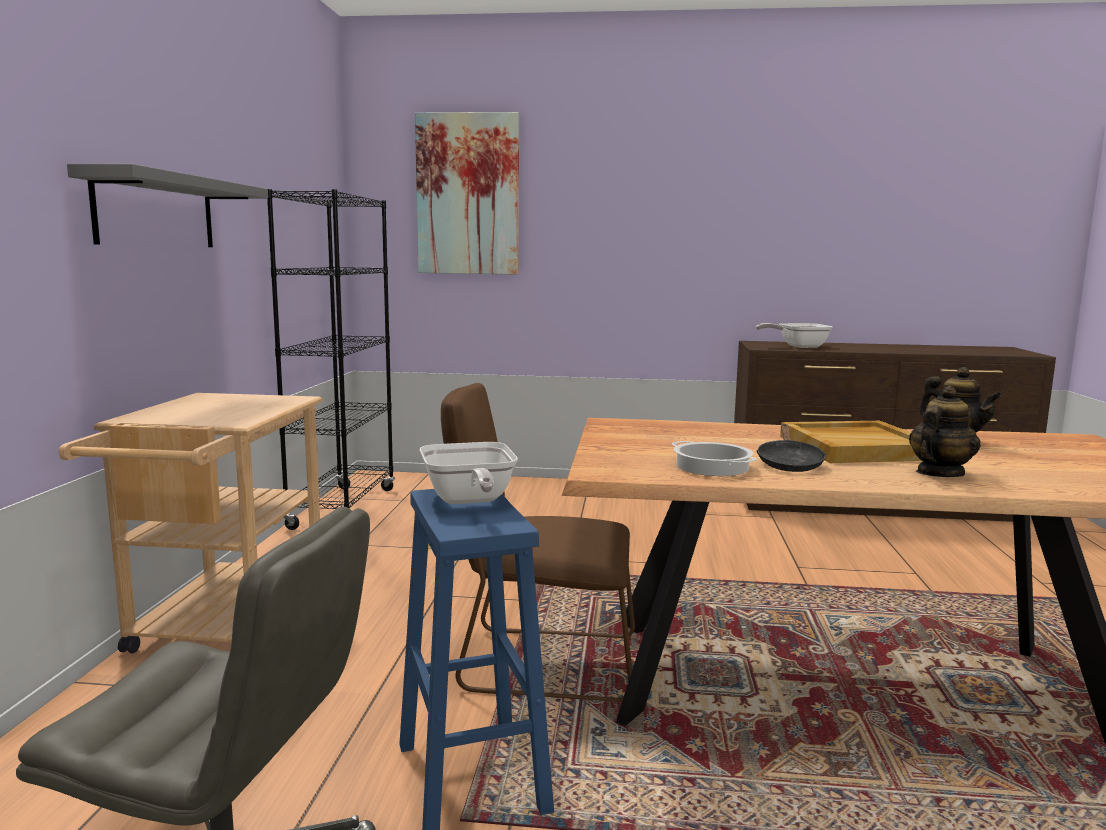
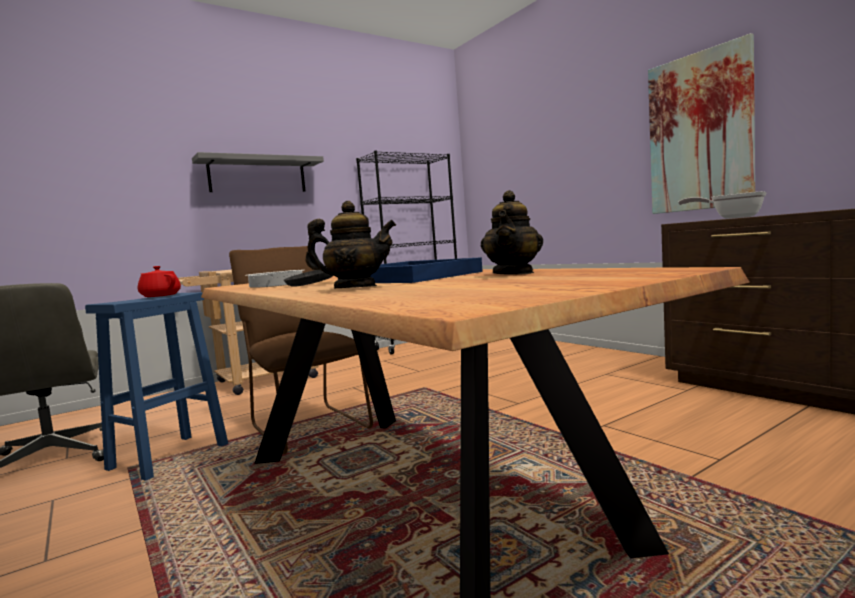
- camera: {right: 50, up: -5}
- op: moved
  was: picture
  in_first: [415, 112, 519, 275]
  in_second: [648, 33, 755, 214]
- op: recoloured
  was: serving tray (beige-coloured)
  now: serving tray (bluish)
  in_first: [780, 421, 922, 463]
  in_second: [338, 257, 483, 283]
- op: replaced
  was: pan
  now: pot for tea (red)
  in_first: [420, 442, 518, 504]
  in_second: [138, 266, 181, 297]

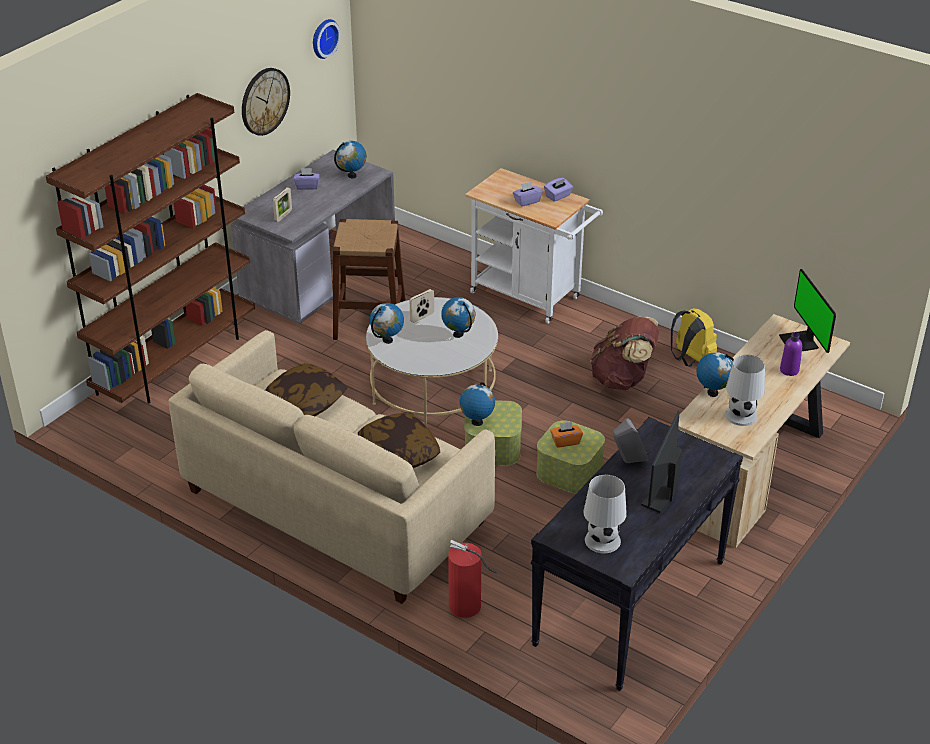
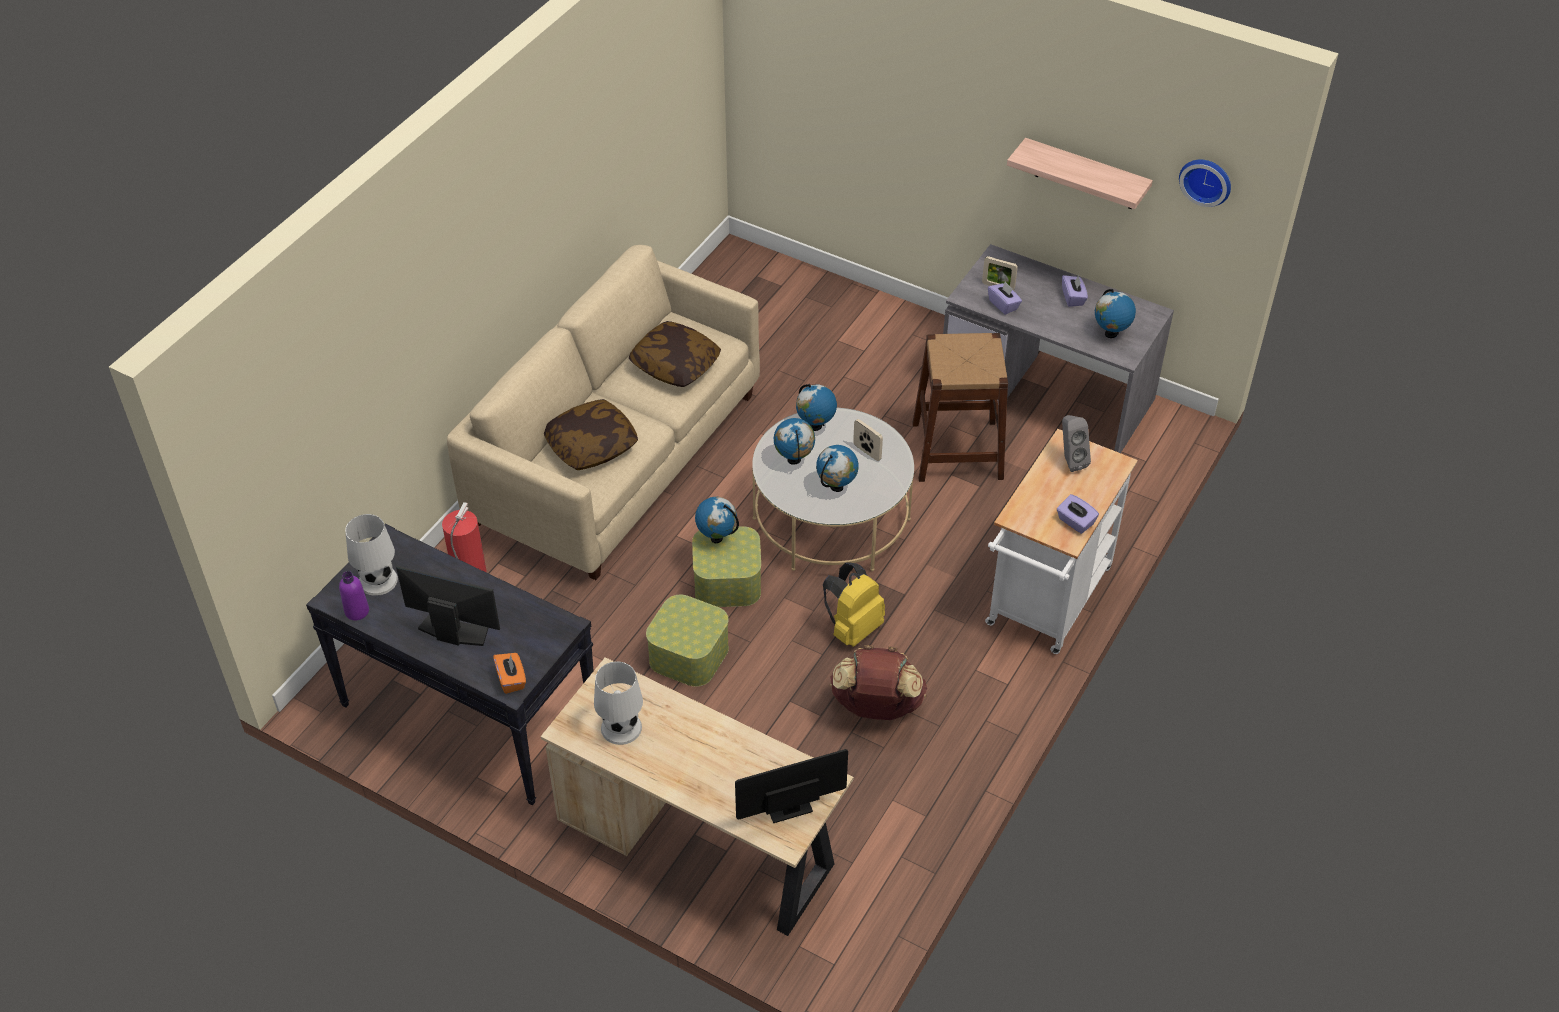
- camera: {right: 85, up: 10}
- op: replaced
  was: clock on the wall
  now: shelf
  in_first: [242, 68, 290, 136]
  in_second: [1007, 138, 1153, 209]
- op: removed
  was: shelving unit (brown-coloured)
  in_first: [46, 93, 255, 404]
- op: moved
  was: box of tissues (purplish)
  in_first: [513, 181, 543, 207]
  in_second: [988, 281, 1022, 315]
- op: moved
  was: rucksack (yellow)
  in_first: [671, 308, 717, 366]
  in_second: [823, 562, 885, 647]
- op: moved
  was: beverage bottle (purplish)
  in_first: [780, 332, 802, 376]
  in_second: [339, 571, 369, 621]
- op: moved
  was: world globe
  in_first: [697, 352, 734, 397]
  in_second: [774, 418, 815, 465]
- op: moved
  was: audio speaker (grey)
  in_first: [613, 418, 648, 463]
  in_second: [1062, 415, 1091, 472]
- op: moved
  was: box of tissues (orangey)
  in_first: [550, 422, 583, 448]
  in_second: [493, 653, 526, 694]

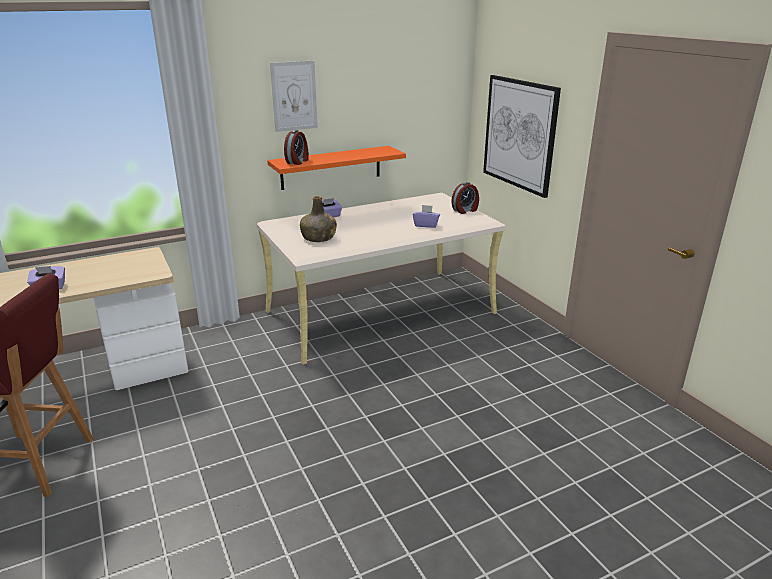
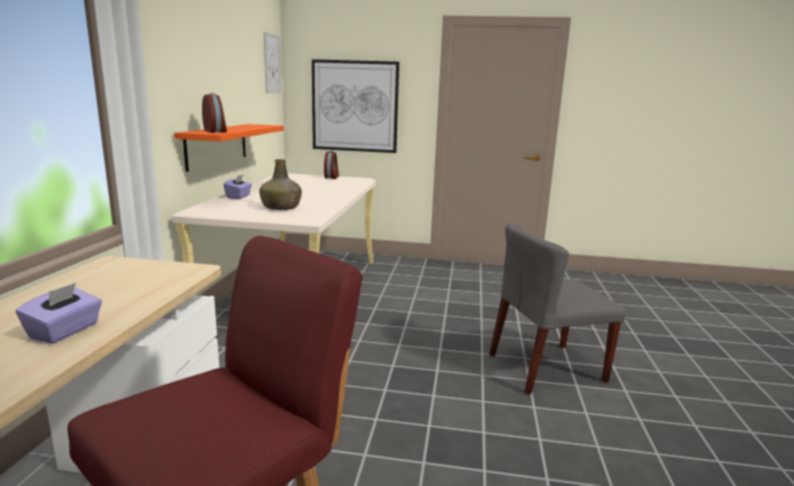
- camera: {right: -55, up: -10}
- op: moved
  was: picture
  in_first: [270, 61, 318, 132]
  in_second: [264, 32, 281, 94]
- op: removed
  was: box of tissues (purplish)
  in_first: [413, 205, 440, 228]
- op: added
  now: upright chair (grey)
  in_second: [489, 224, 626, 395]

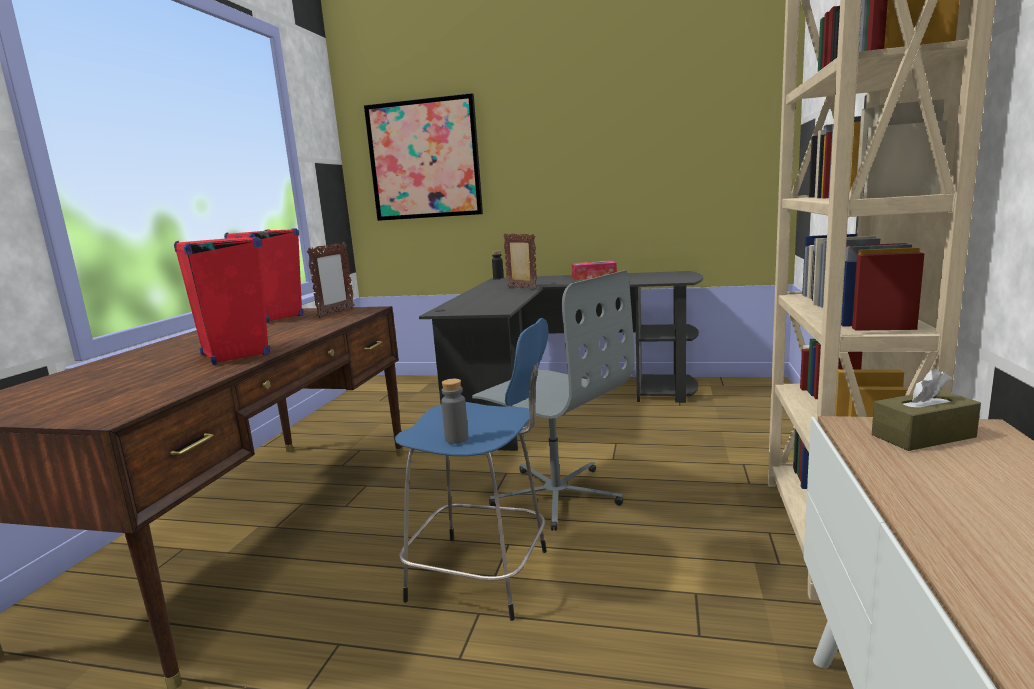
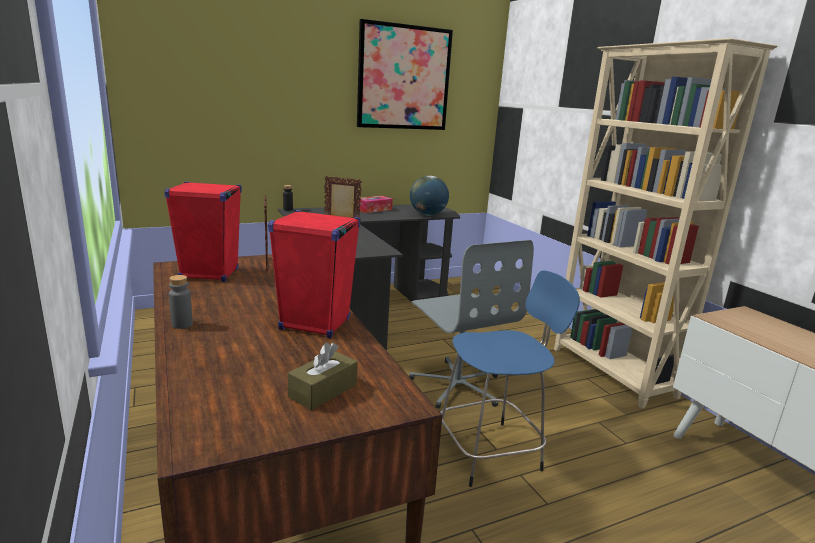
- camera: {right: -40, up: 5}
- op: moved
  was: picture
  in_first: [364, 93, 483, 221]
  in_second: [357, 19, 453, 130]
- op: turned
  was: desk chair (grey)
  in_first: [472, 270, 635, 531]
  in_second: [409, 240, 534, 409]
  clockwise: 60
- op: moved
  was: box of tissues (brown-coloured)
  in_first: [872, 368, 981, 451]
  in_second: [288, 343, 358, 411]
- op: moved
  was: beverage bottle (grey)
  in_first: [441, 379, 469, 444]
  in_second: [169, 275, 193, 329]
- op: added
  now: world globe
  in_second: [410, 176, 449, 215]

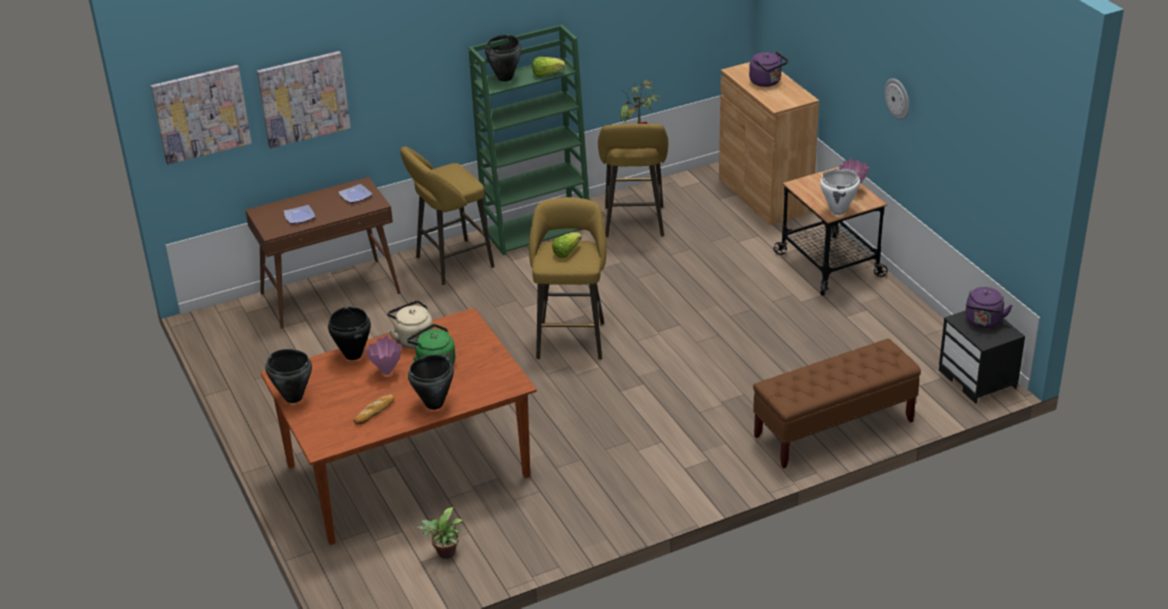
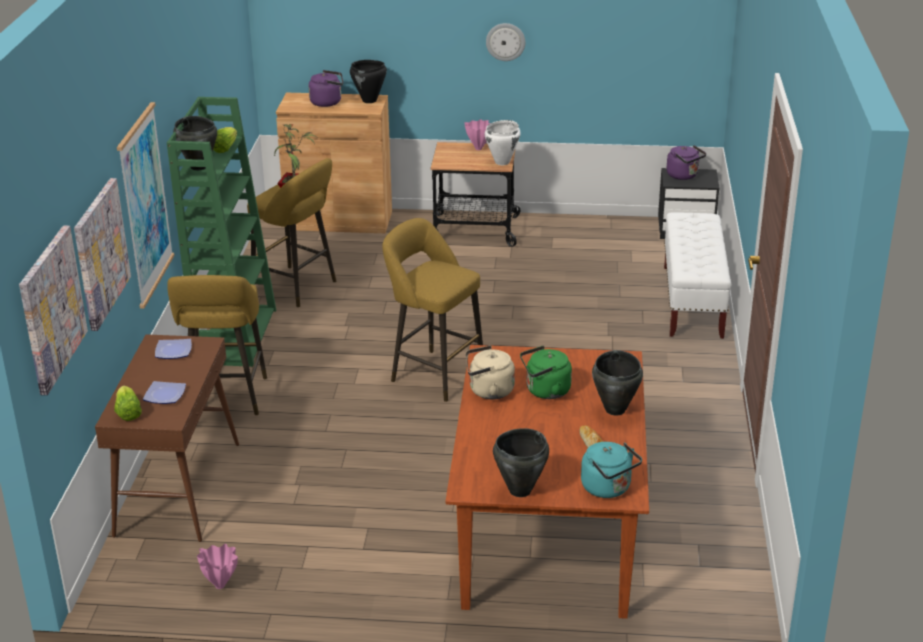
- camera: {right: -60, up: -5}
- op: moved
  was: head of lettuce
  in_first: [552, 232, 582, 258]
  in_second: [114, 385, 142, 421]
- op: moved
  was: saucepot (black-coloured)
  in_first: [328, 307, 371, 360]
  in_second: [350, 60, 387, 103]
- op: moved
  was: vase (pink-coloured)
  in_first: [365, 336, 402, 375]
  in_second: [197, 544, 238, 589]
- op: recoloured
  was: long seat (brown-coloured)
  now: long seat (whitish)
  in_first: [753, 339, 921, 469]
  in_second: [664, 212, 732, 339]
- op: removed
  was: houseplant
  in_first: [417, 507, 463, 559]
- op: added
  now: picture
  in_second: [117, 102, 175, 309]
- op: added
  now: water kettle (blue-green)
  in_second: [581, 442, 642, 498]

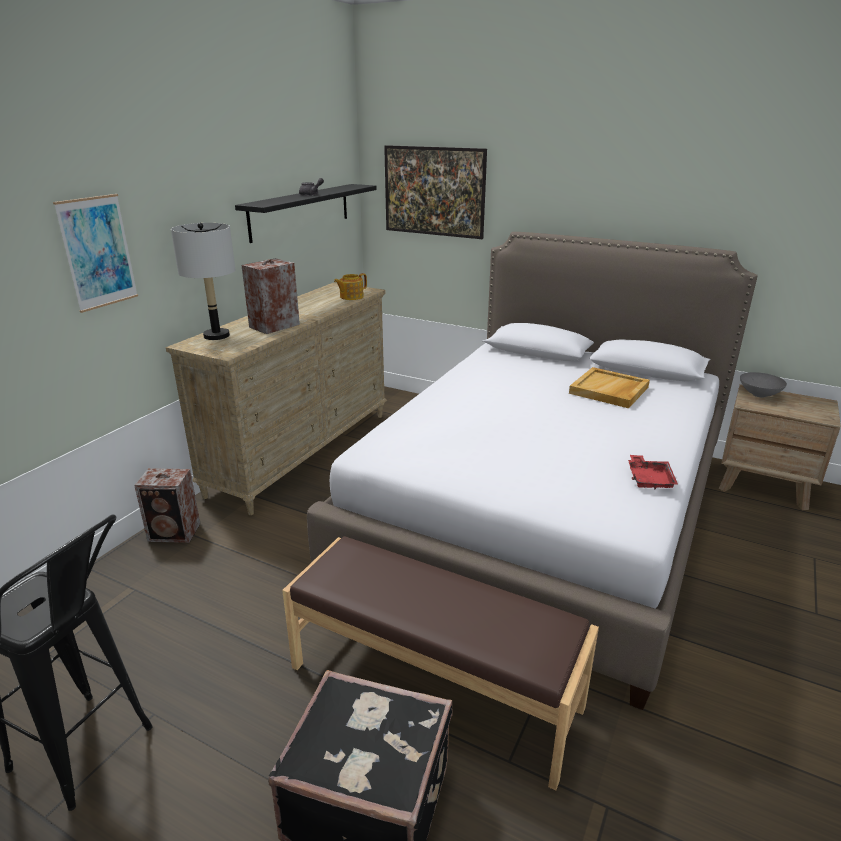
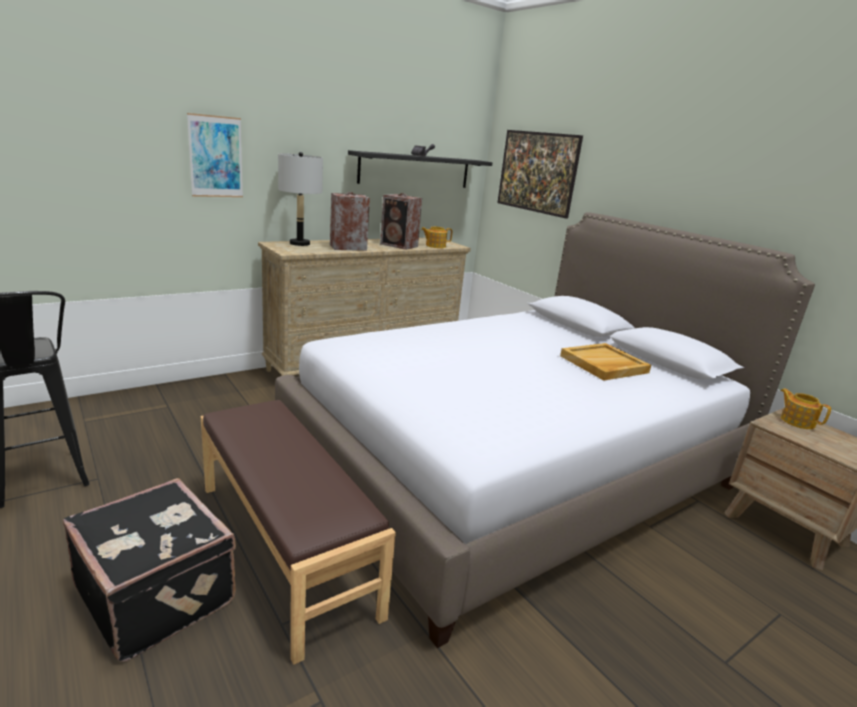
- camera: {right: 25, up: -5}
- op: replaced
  was: bowl (grey)
  now: pot for tea
  in_first: [740, 372, 787, 397]
  in_second: [780, 388, 831, 429]
- op: removed
  was: serving tray (red)
  in_first: [628, 455, 678, 489]
- op: moved
  was: audio speaker
  in_first: [134, 468, 200, 543]
  in_second: [380, 193, 422, 250]

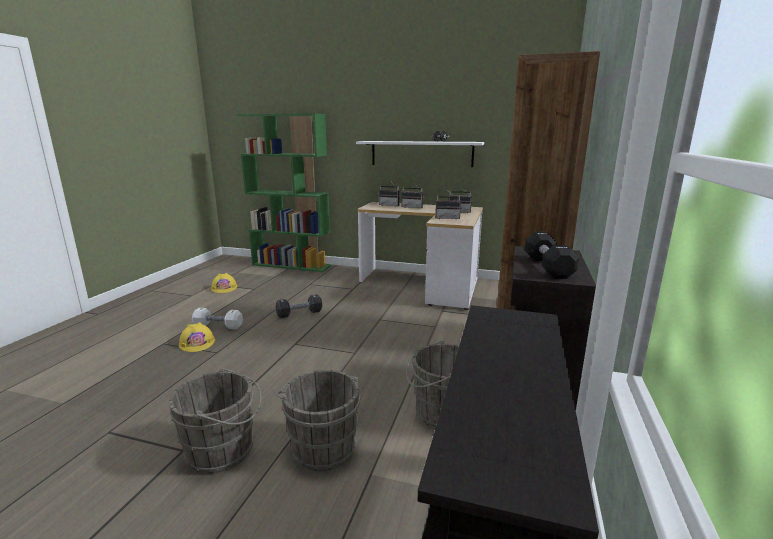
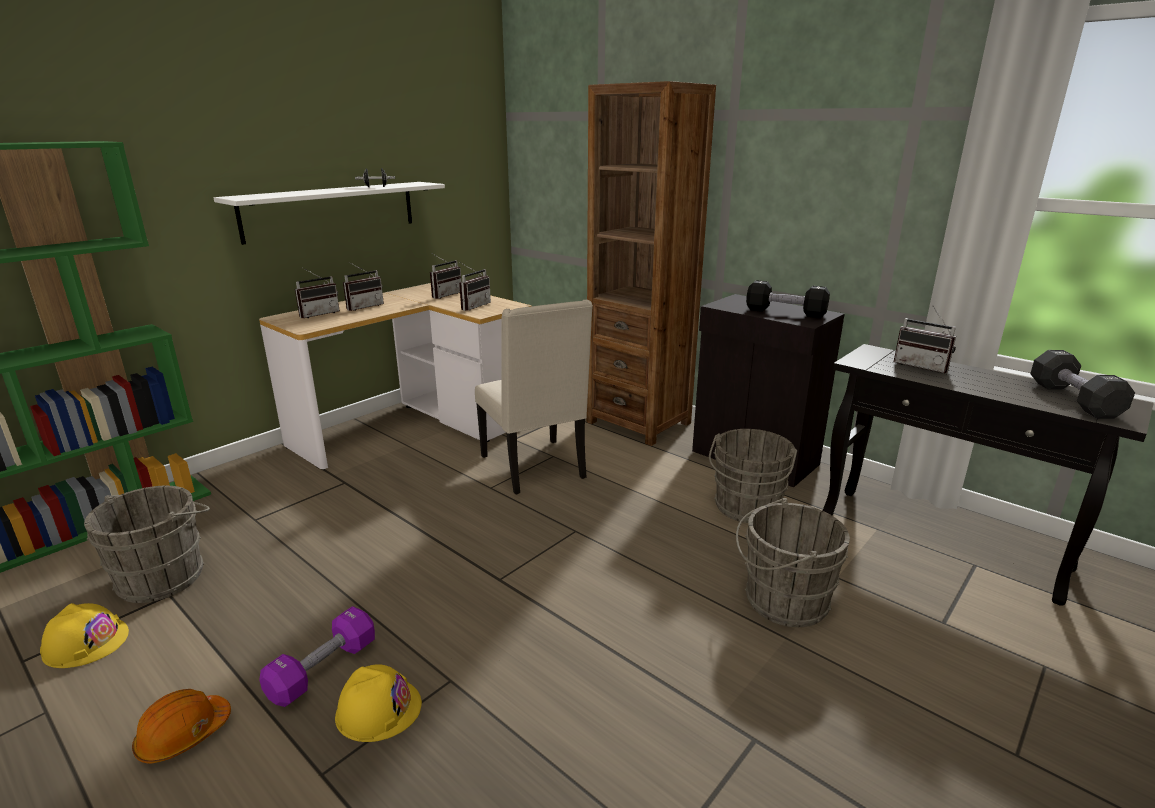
- camera: {right: -65, up: 5}
- op: moved
  was: dumbbell (black-coloured)
  in_first: [275, 294, 322, 318]
  in_second: [1030, 350, 1135, 419]
- op: recoloured
  was: dumbbell (whitish)
  now: dumbbell (purplish)
  in_first: [192, 308, 243, 330]
  in_second: [259, 606, 375, 707]
- op: moved
  was: pail (grey)
  in_first: [169, 368, 261, 474]
  in_second: [84, 486, 210, 603]
- op: added
  now: upright chair (beige-coloured)
  in_second: [475, 300, 593, 494]
- op: added
  now: radio receiver
  in_second: [894, 306, 956, 373]
- op: added
  now: work helmet (orangey)
  in_second: [132, 689, 231, 764]

